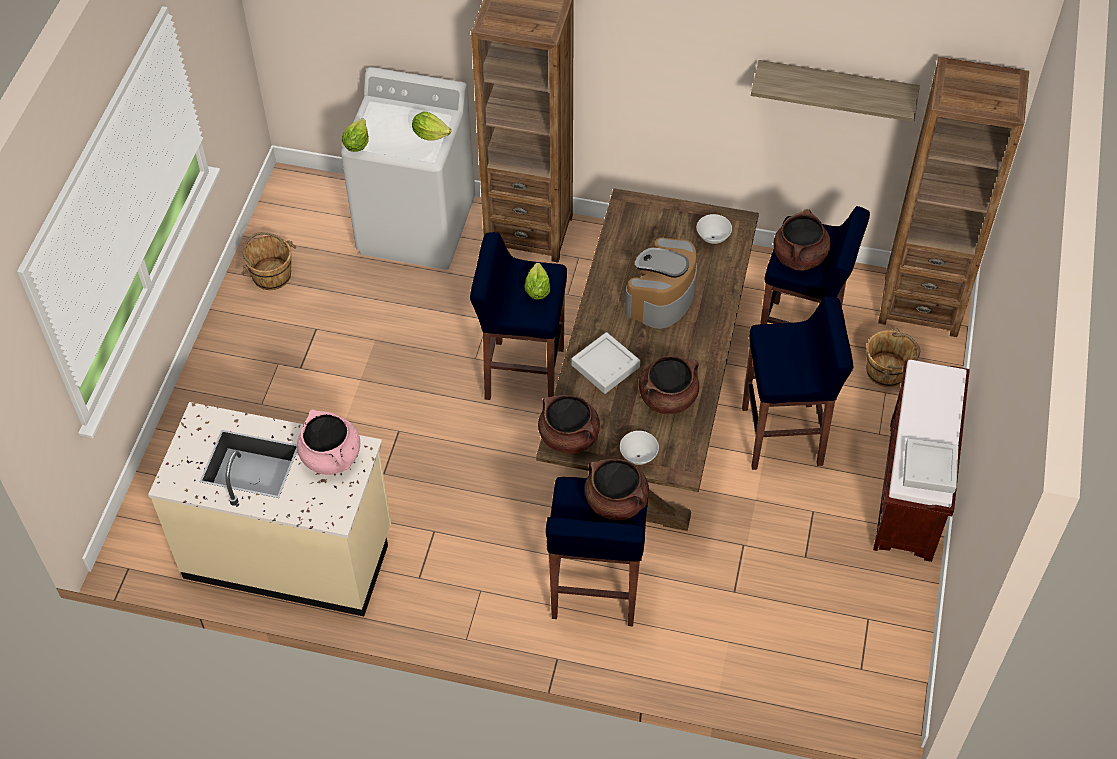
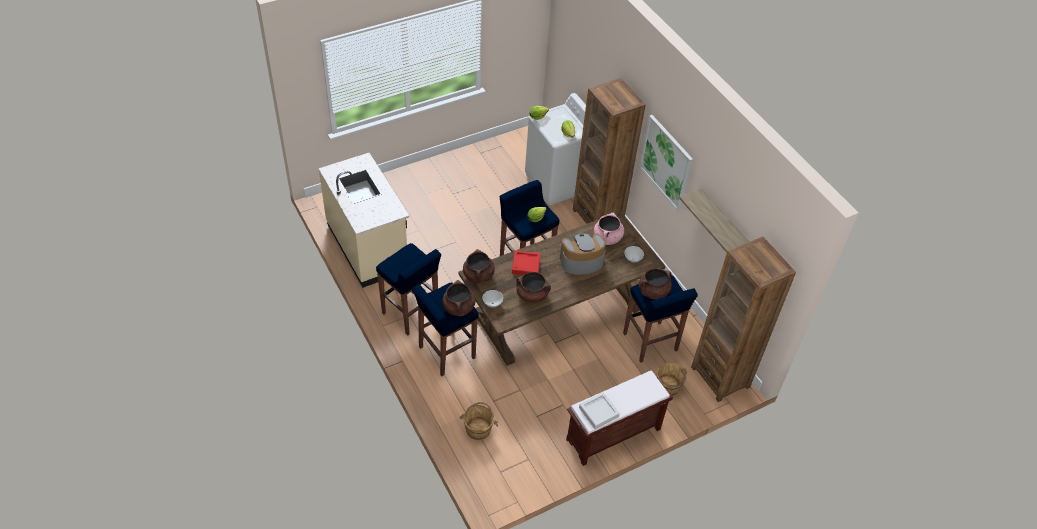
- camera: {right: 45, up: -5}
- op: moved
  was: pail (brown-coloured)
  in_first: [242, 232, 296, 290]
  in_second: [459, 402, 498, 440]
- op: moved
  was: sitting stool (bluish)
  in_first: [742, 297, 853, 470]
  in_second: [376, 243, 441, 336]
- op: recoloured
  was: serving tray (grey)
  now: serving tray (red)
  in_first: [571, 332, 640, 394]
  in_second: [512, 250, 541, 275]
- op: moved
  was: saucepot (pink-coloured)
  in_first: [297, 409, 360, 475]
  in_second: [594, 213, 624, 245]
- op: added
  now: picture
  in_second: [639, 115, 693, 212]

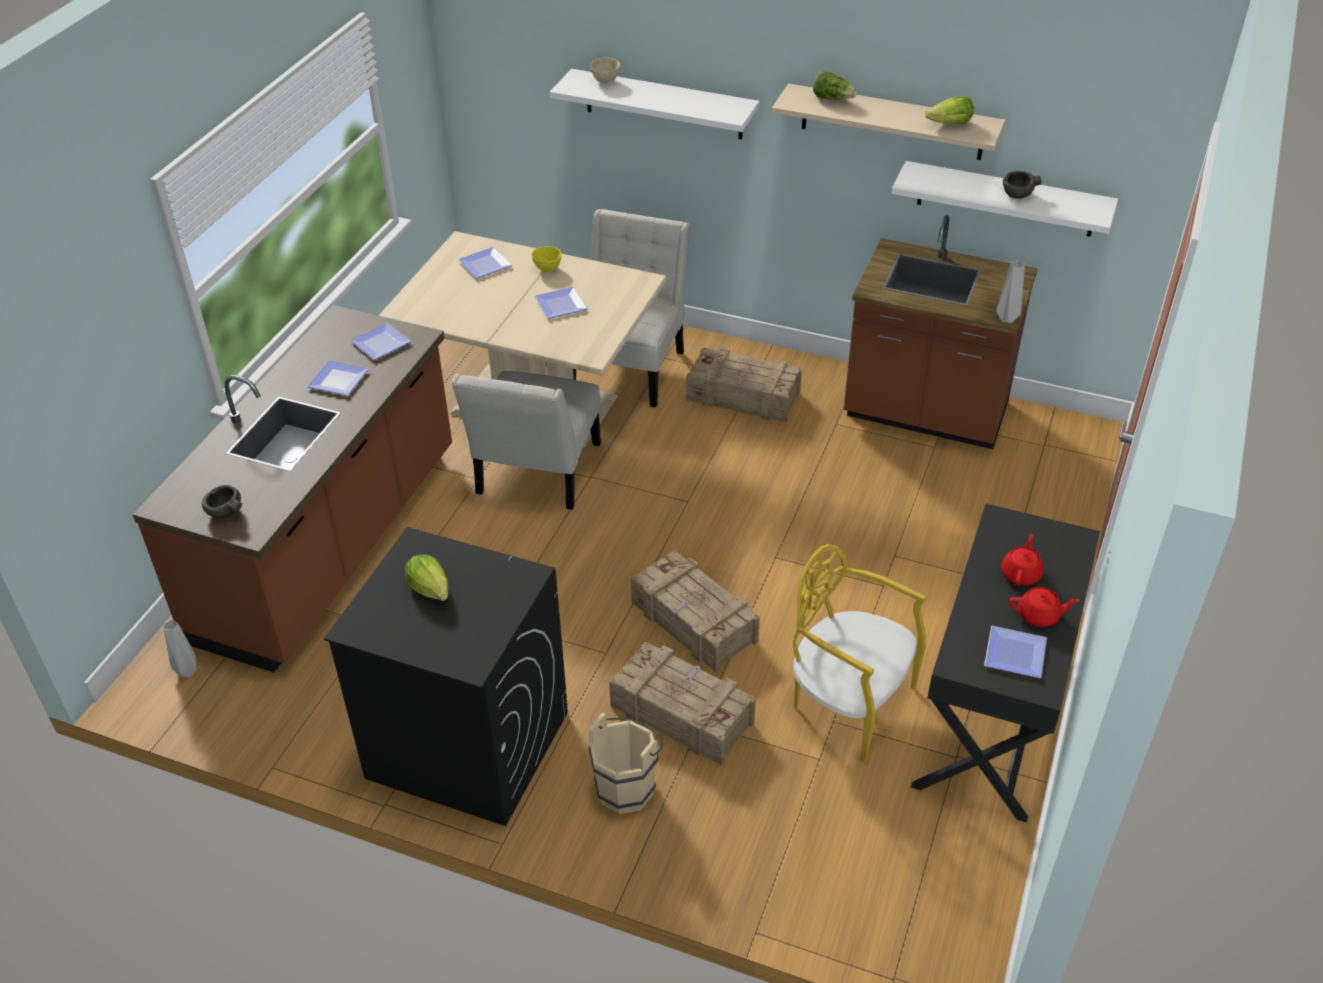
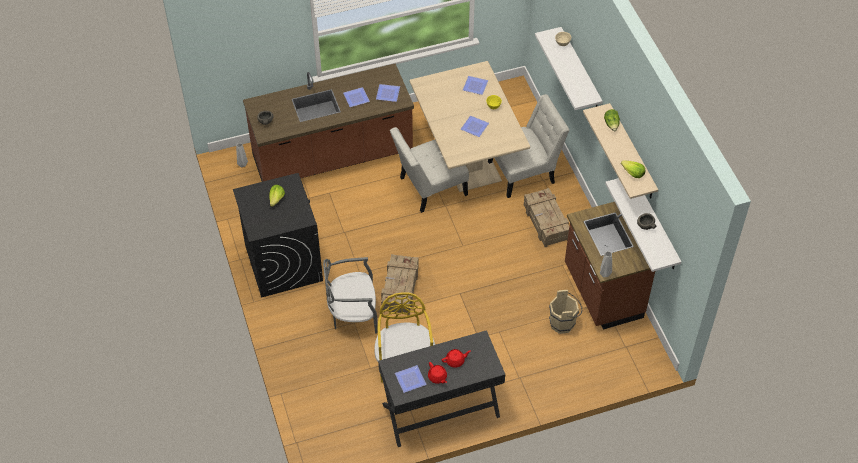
- camera: {right: 50, up: 10}
- op: replaced
  was: crate
  now: upright chair (grey)
  in_first: [609, 642, 756, 765]
  in_second: [323, 257, 377, 334]
- op: moved
  was: pail (beige-coloured)
  in_first: [589, 713, 663, 814]
  in_second: [549, 290, 582, 334]

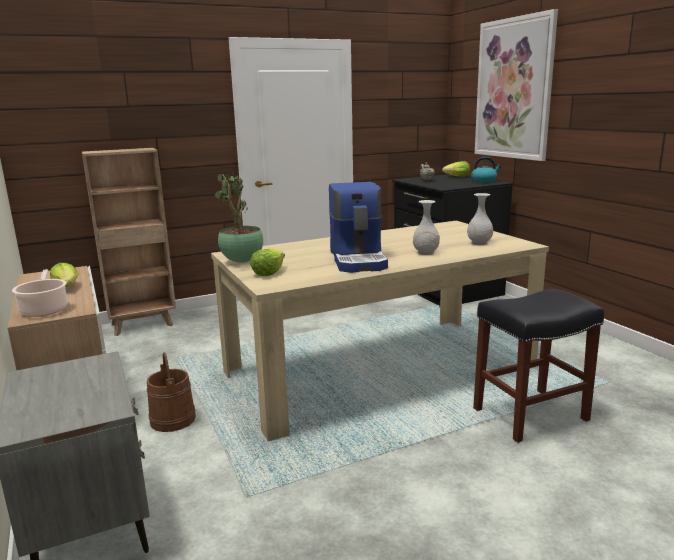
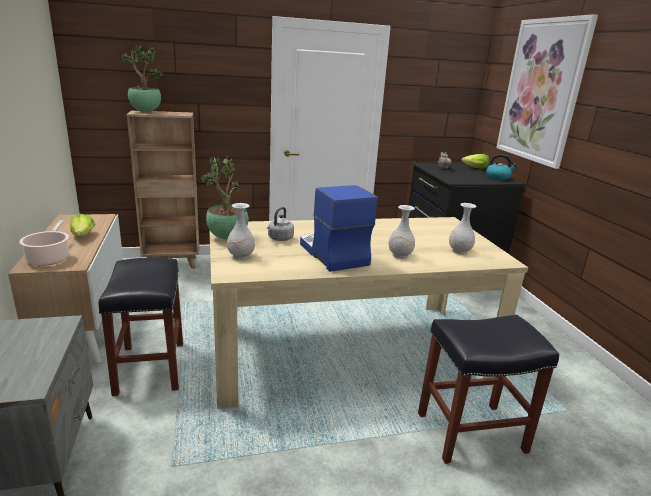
- camera: {right: 10, up: 5}
- op: turned
  was: coffee brewer
  in_first: [329, 182, 388, 273]
  in_second: [300, 185, 377, 272]
  clockwise: 150
- op: replaced
  was: head of lettuce
  now: vase (whitish)
  in_first: [250, 249, 285, 276]
  in_second: [227, 203, 255, 260]
- op: replaced
  was: pail (brown-coloured)
  now: sitting stool (black-coloured)
  in_first: [147, 352, 196, 432]
  in_second: [99, 258, 183, 396]
- op: added
  now: houseplant
  in_second: [122, 45, 163, 112]
- op: added
  now: water kettle (grey)
  in_second: [267, 207, 294, 241]

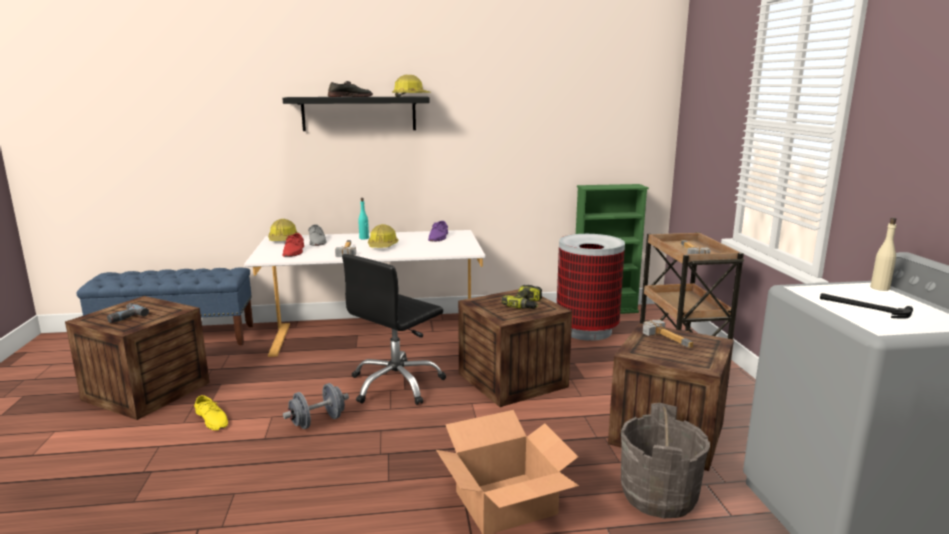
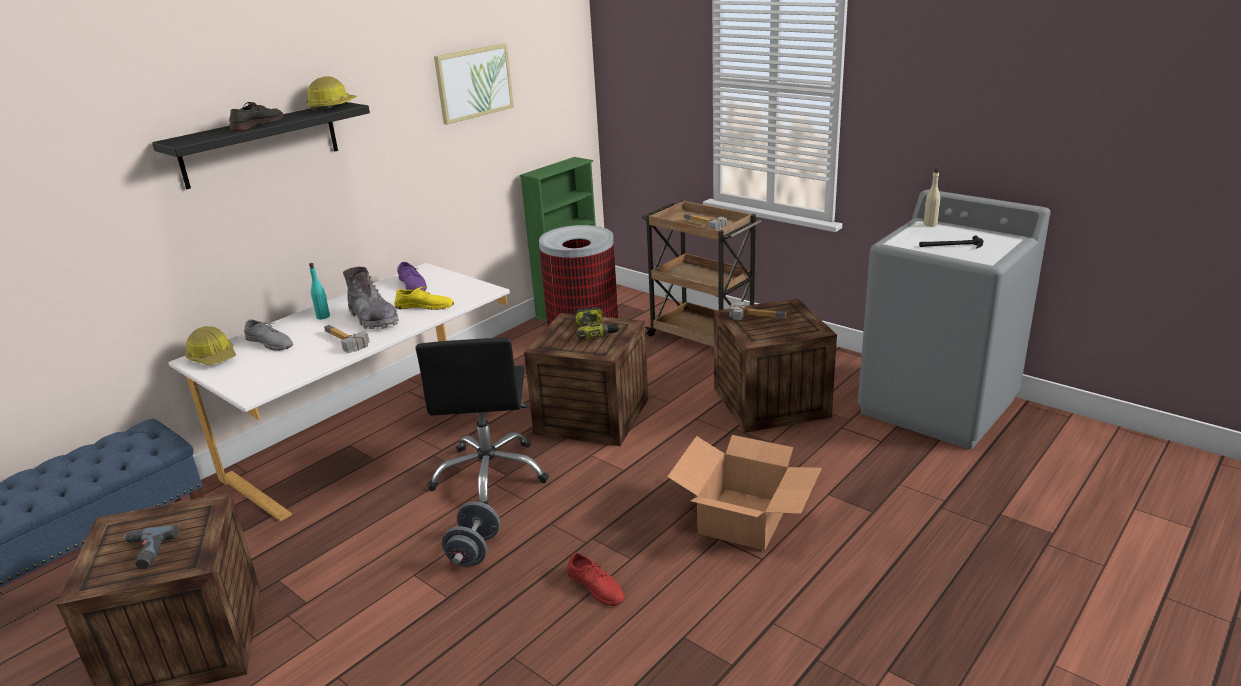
- camera: {right: -40, up: 10}
- op: replaced
  was: work helmet
  now: boot (grey)
  in_first: [368, 224, 398, 248]
  in_second: [343, 267, 399, 329]
- op: moved
  was: low shoe (red)
  in_first: [283, 233, 304, 257]
  in_second: [567, 553, 624, 606]
- op: moved
  was: low shoe (yellow)
  in_first: [194, 395, 228, 430]
  in_second: [395, 287, 454, 310]
- op: removed
  was: pail (grey)
  in_first: [621, 403, 710, 518]
- op: added
  now: picture
  in_second: [434, 43, 514, 125]

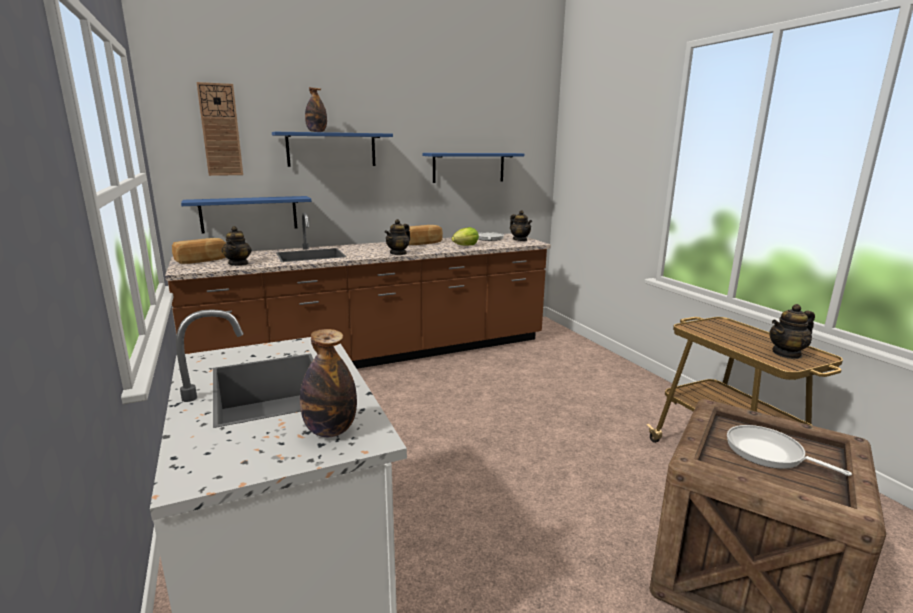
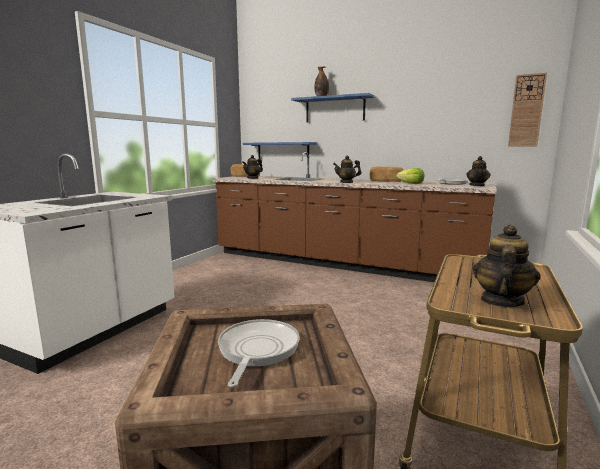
- camera: {right: 50, up: -5}
- op: moved
  was: clock on the wall
  in_first: [196, 82, 243, 176]
  in_second: [508, 73, 547, 147]
- op: removed
  was: shelf (bluish)
  in_first: [423, 153, 524, 183]
- op: turned
  was: pot for tea
  in_first: [769, 304, 815, 359]
  in_second: [473, 224, 541, 307]
  clockwise: 90
- op: removed
  was: beverage bottle
  in_first: [300, 329, 357, 437]

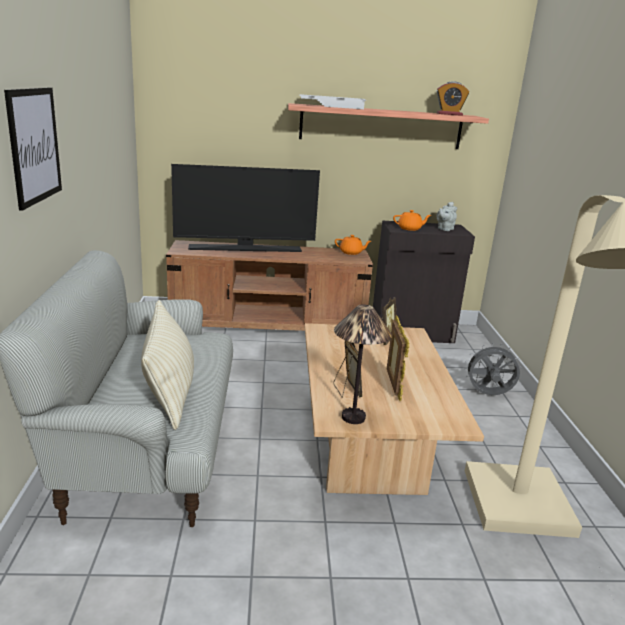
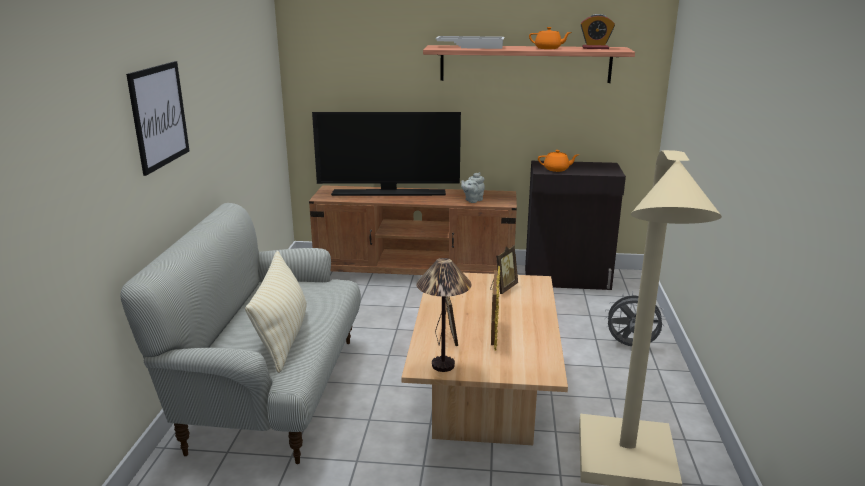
- camera: {right: 10, up: 0}
- op: moved
  was: pot for tea (grey)
  in_first: [436, 202, 457, 231]
  in_second: [461, 172, 485, 203]
- op: moved
  was: pot for tea (orangey)
  in_first: [335, 235, 371, 255]
  in_second: [529, 27, 572, 49]

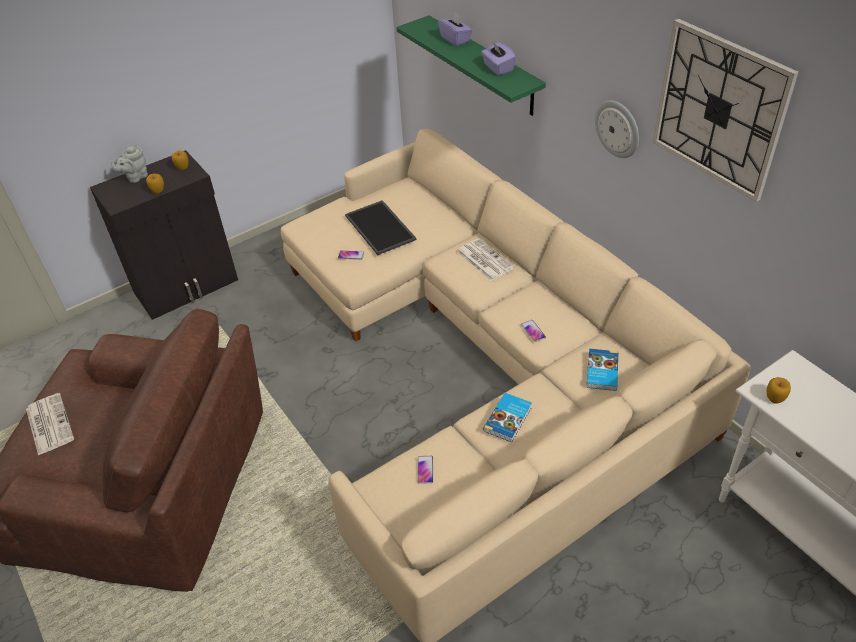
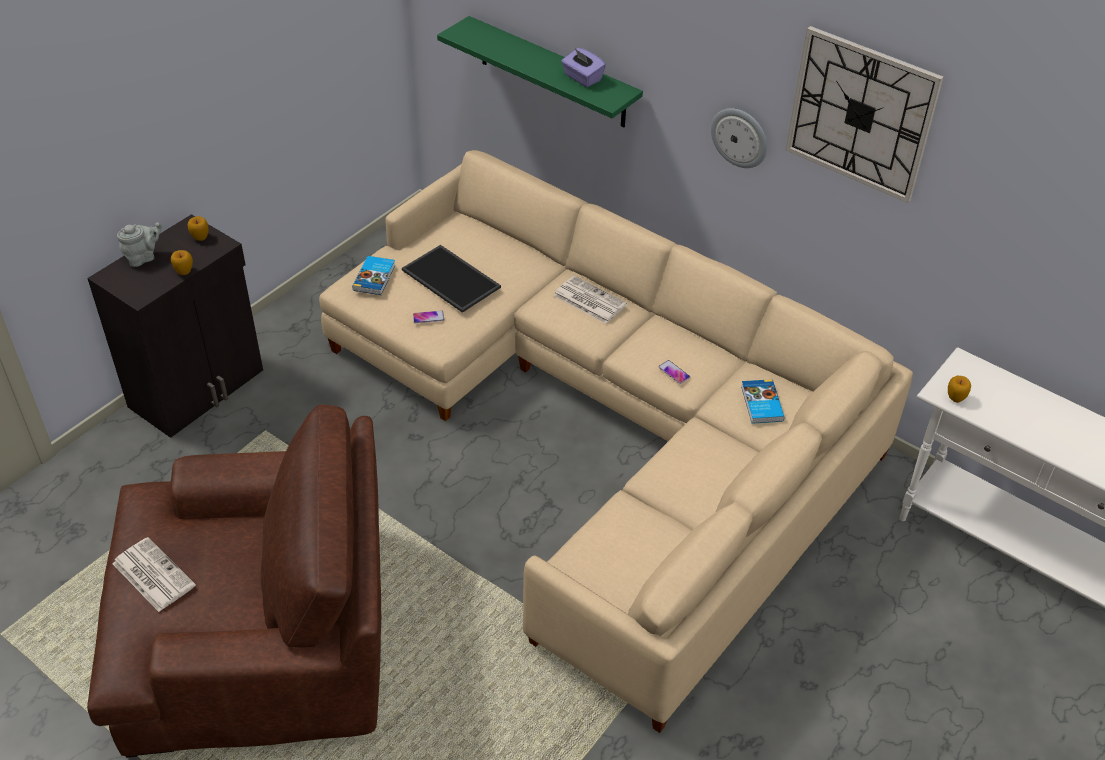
- camera: {right: -20, up: 0}
- op: removed
  was: box of tissues (purplish)
  in_first: [438, 12, 472, 46]
- op: turned
  was: pot for tea (grey)
  in_first: [111, 145, 148, 183]
  in_second: [117, 222, 162, 267]
  clockwise: -150
- op: moved
  was: volume
  in_first: [483, 393, 532, 443]
  in_second: [352, 256, 395, 295]
- op: removed
  was: telephone
  in_first: [418, 456, 433, 484]

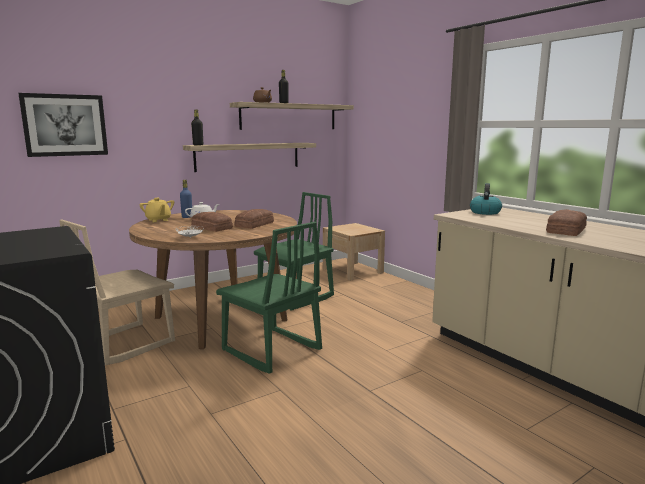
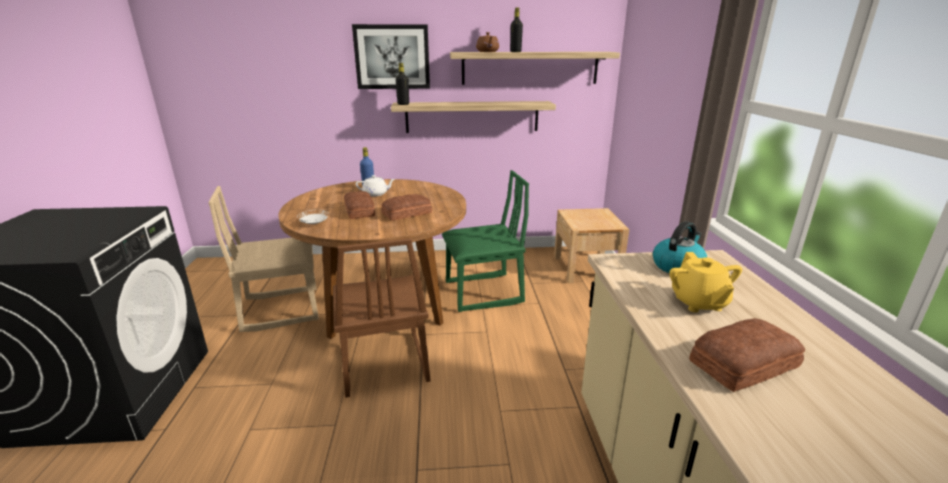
- camera: {right: 30, up: 10}
- op: moved
  was: picture
  in_first: [18, 93, 108, 157]
  in_second: [352, 24, 430, 89]
- op: moved
  was: pot for tea (yellow)
  in_first: [140, 198, 174, 222]
  in_second: [669, 252, 742, 313]
- op: recoloured
  was: upright chair (green-coloured)
  now: upright chair (brown-coloured)
  in_first: [216, 222, 322, 374]
  in_second: [333, 238, 430, 398]

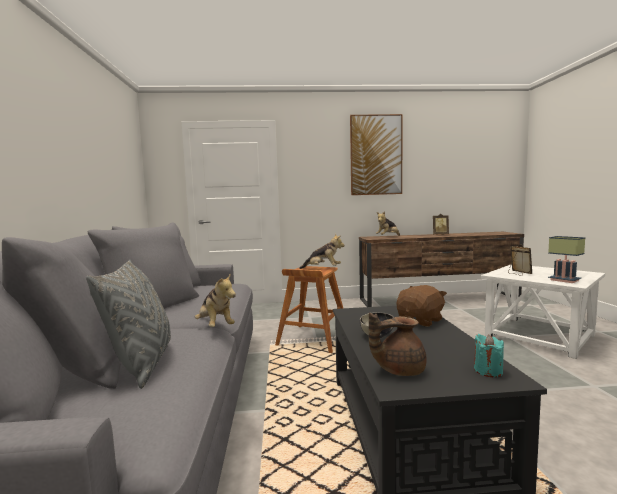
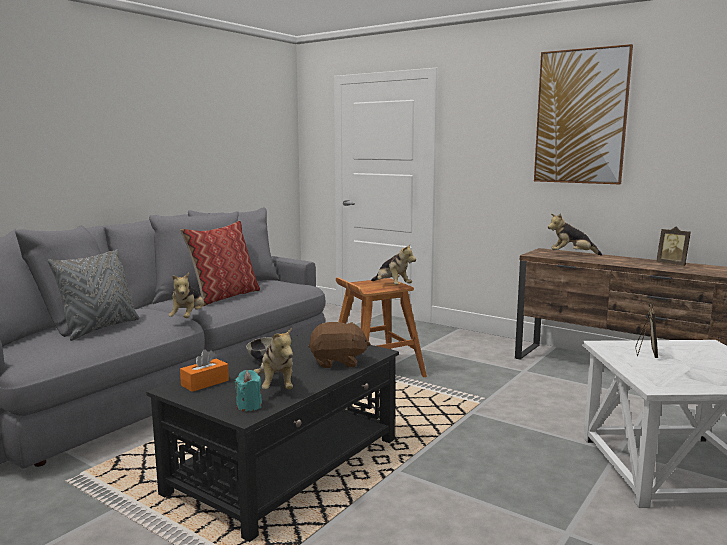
- camera: {right: 40, up: 5}
- op: removed
  was: lamp for a table
  in_first: [548, 236, 585, 283]
- op: replaced
  was: pot for tea (brown-coloured)
  now: box of tissues (orangey)
  in_first: [369, 313, 427, 376]
  in_second: [180, 349, 229, 392]
- op: added
  now: throw pillow
  in_second: [180, 220, 260, 306]
- op: added
  now: cuddly toy
  in_second: [254, 327, 293, 389]

